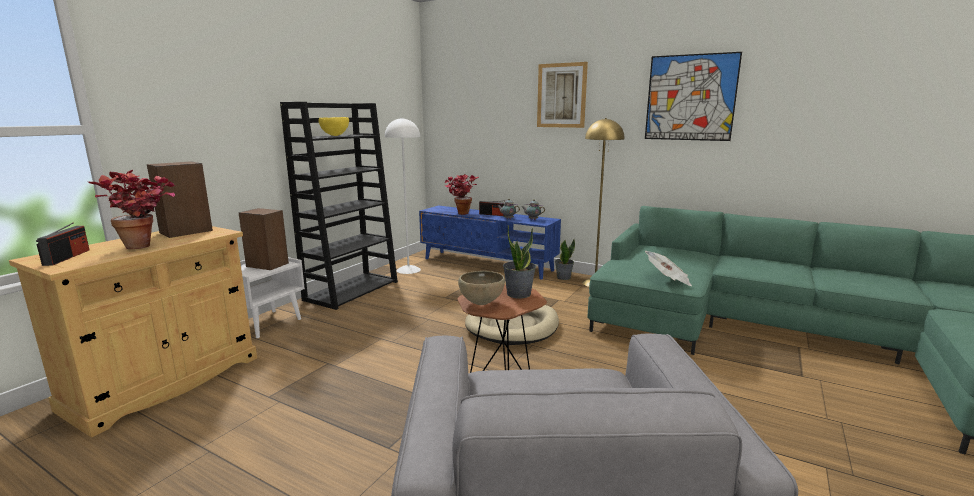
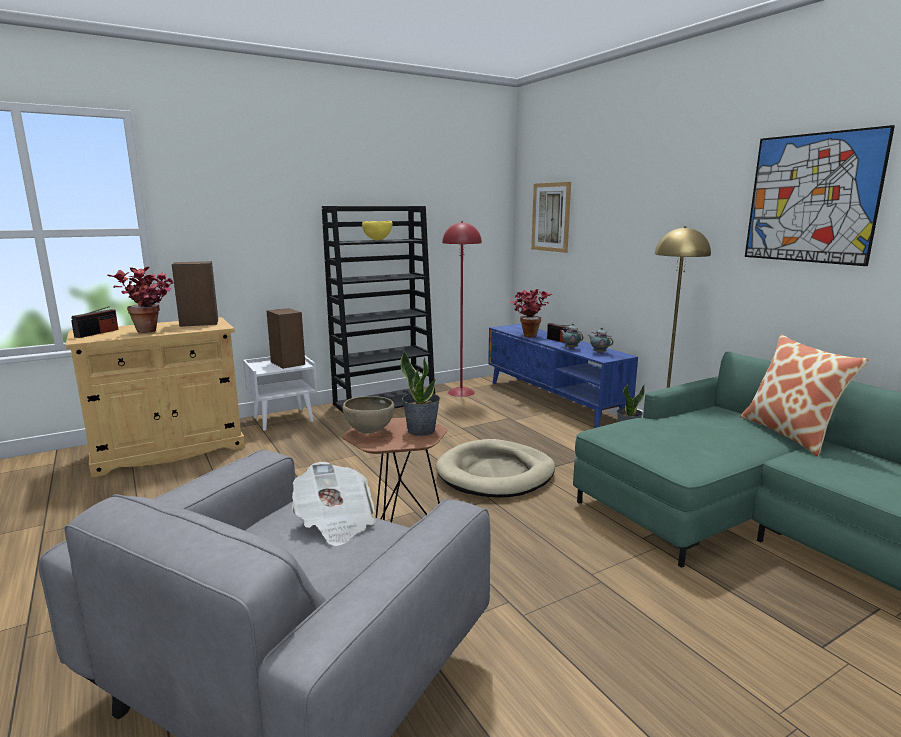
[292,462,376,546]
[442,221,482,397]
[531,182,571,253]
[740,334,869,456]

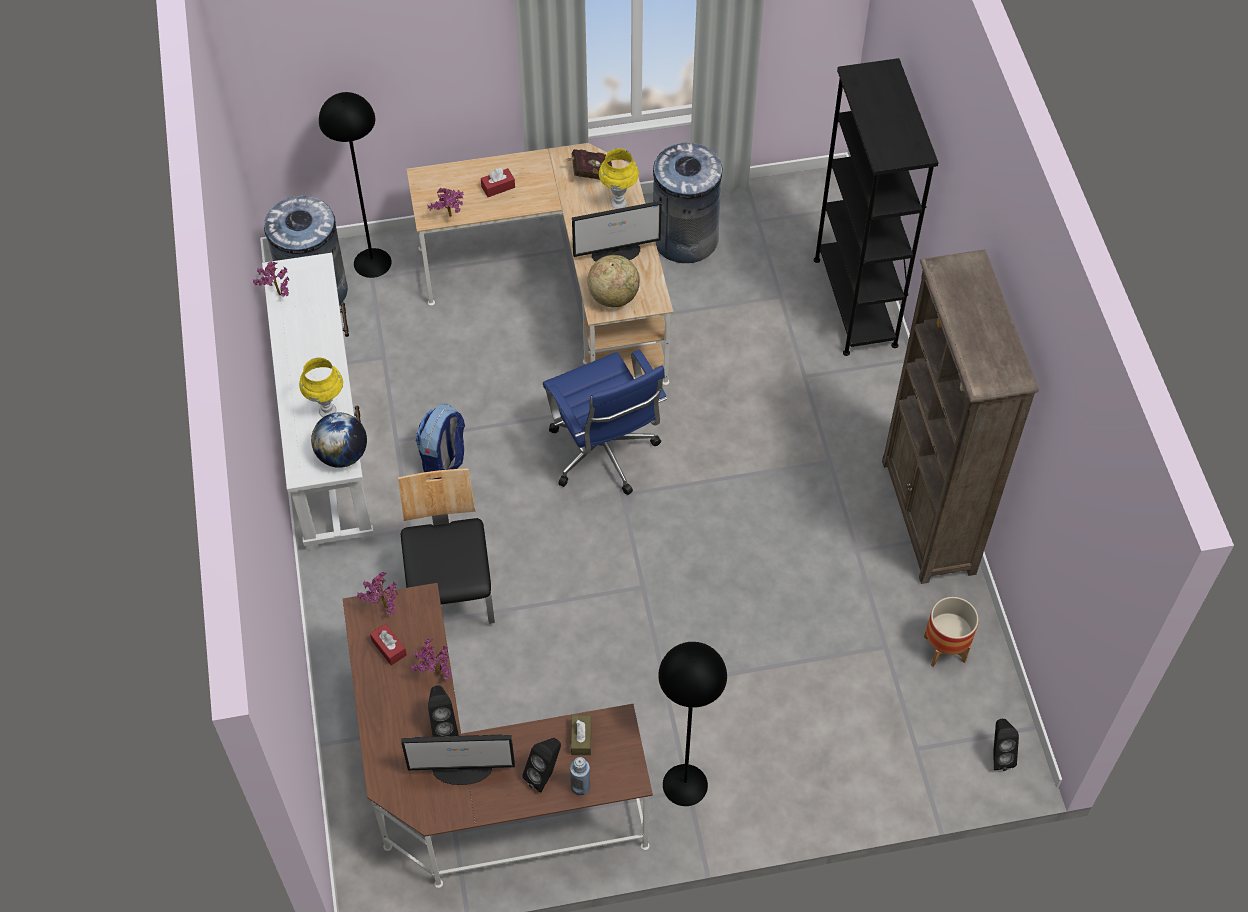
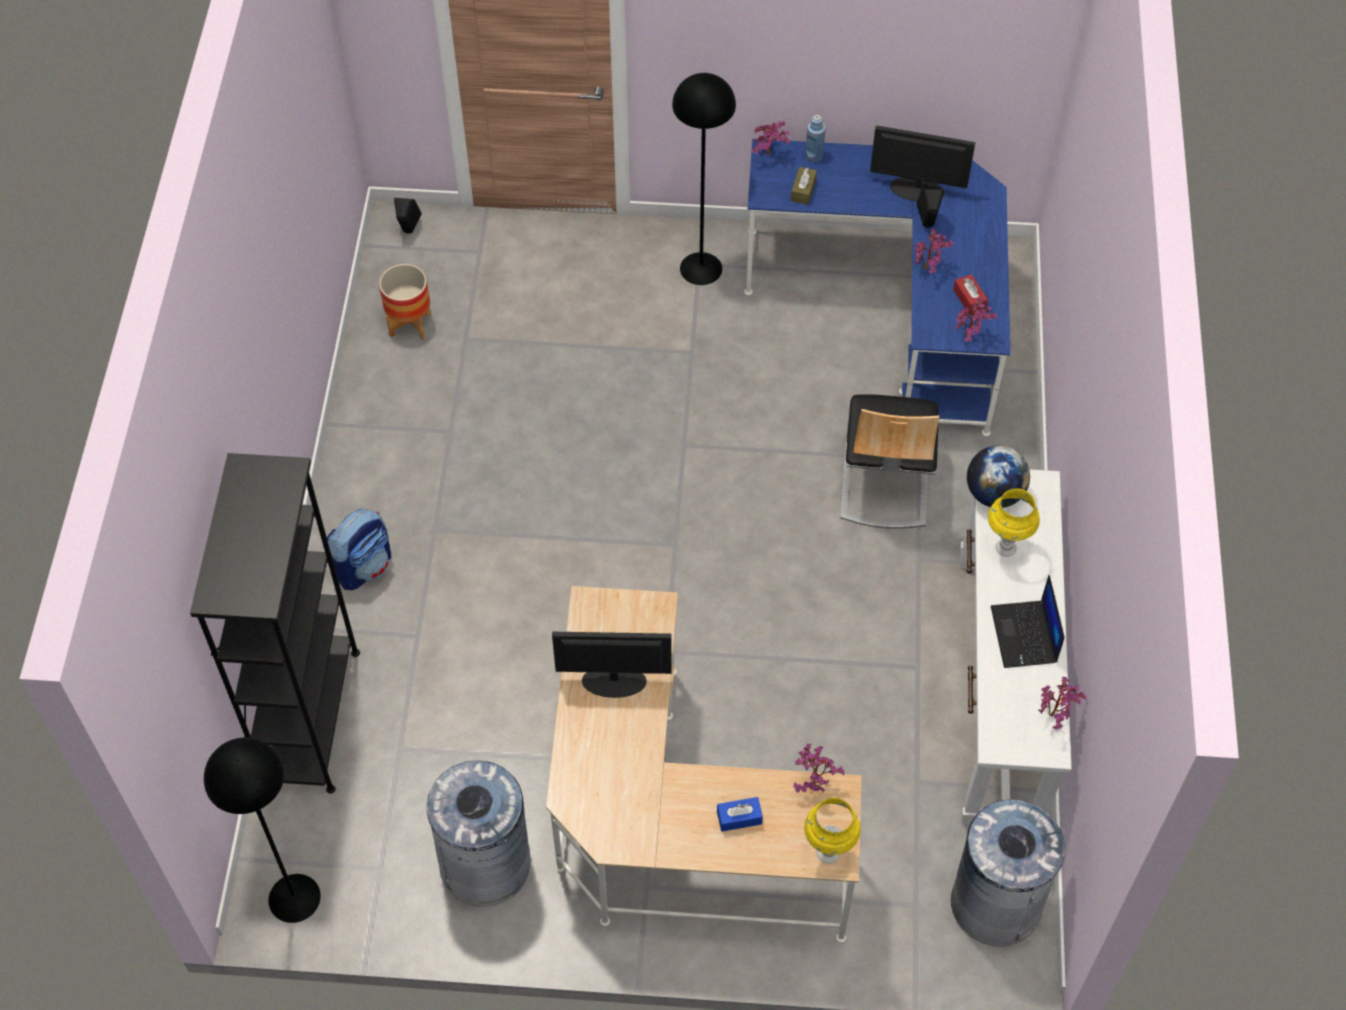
[204,737,321,923]
[327,509,391,590]
[717,797,763,831]
[744,139,1010,436]
[751,121,790,156]
[804,798,861,864]
[991,575,1064,668]
[522,738,561,793] (first image)
[543,350,667,495] (first image)
[566,149,612,180] (first image)
[587,255,640,307] (first image)
[882,249,1039,584] (first image)

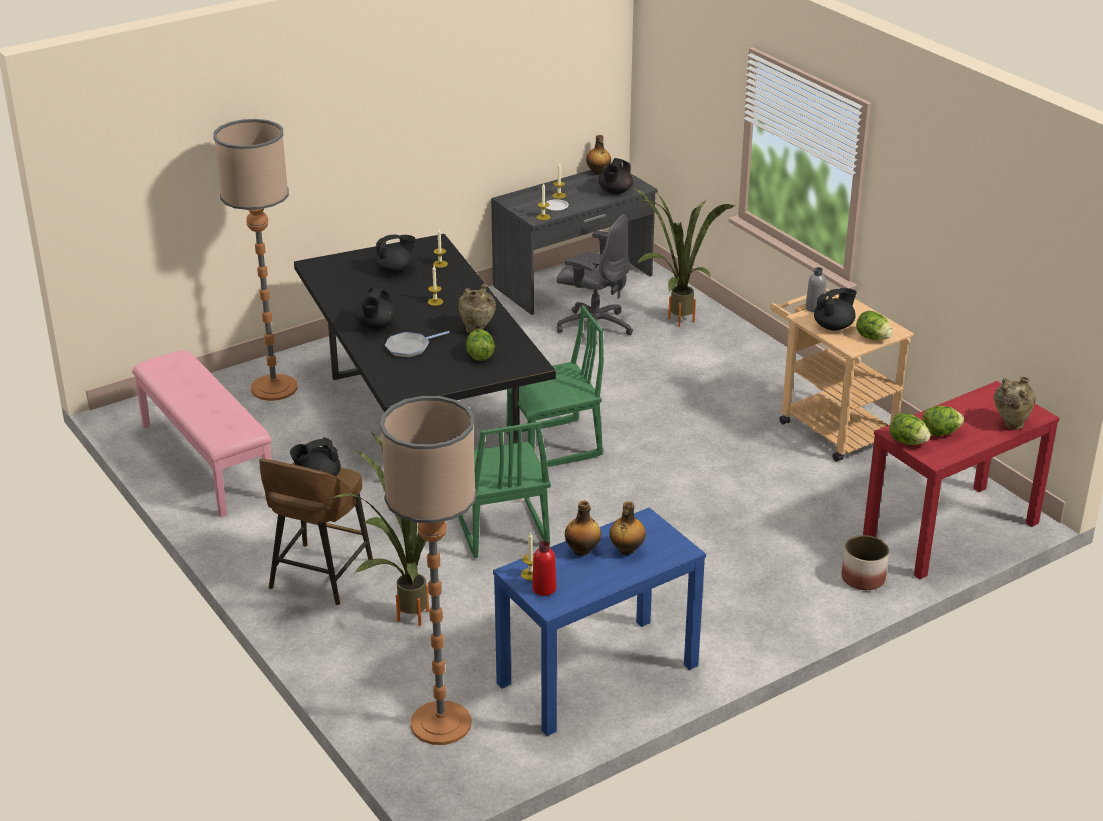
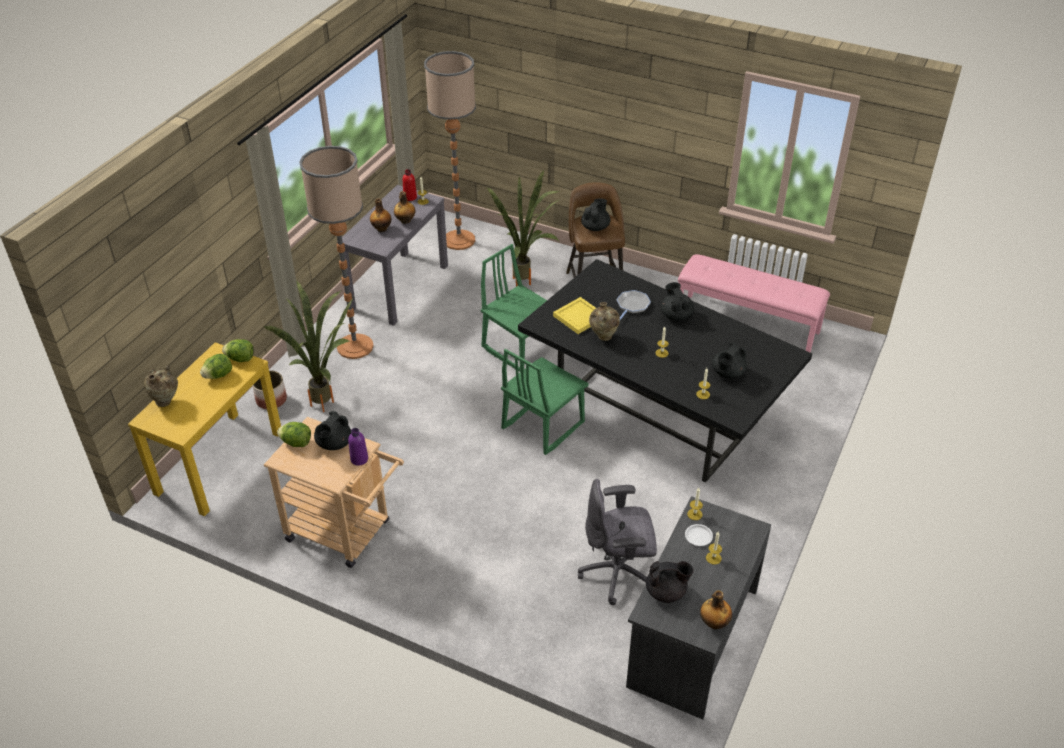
[128,342,281,516]
[264,280,354,412]
[299,146,374,359]
[337,185,448,326]
[348,428,368,466]
[553,297,596,334]
[646,561,694,603]

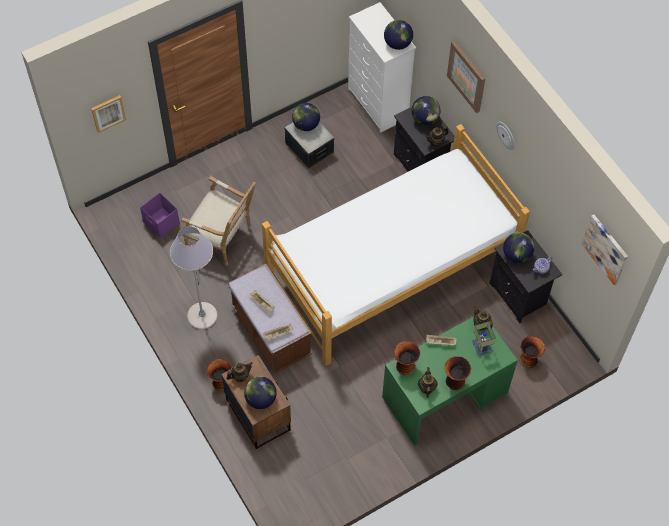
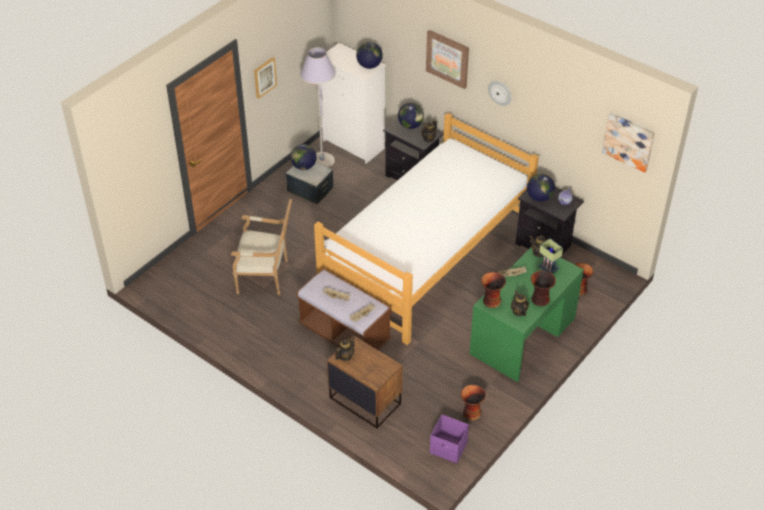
[254,57,277,99]
[300,47,336,168]
[430,415,469,464]
[461,385,486,421]
[244,377,277,409] (first image)

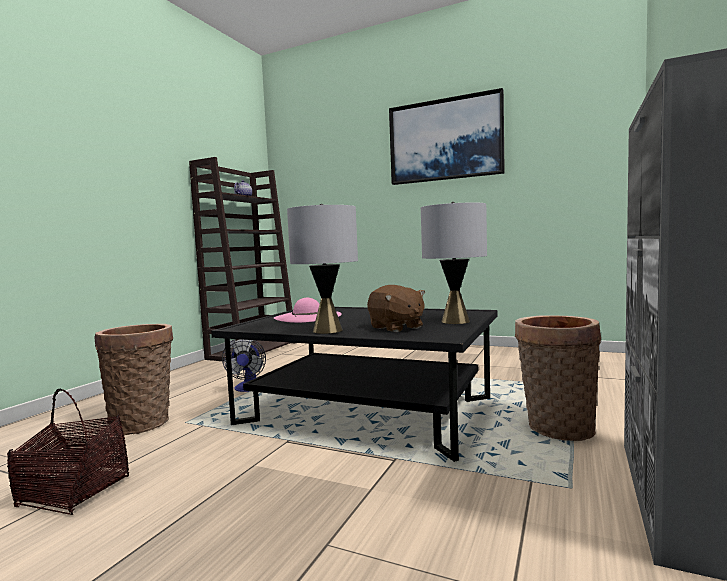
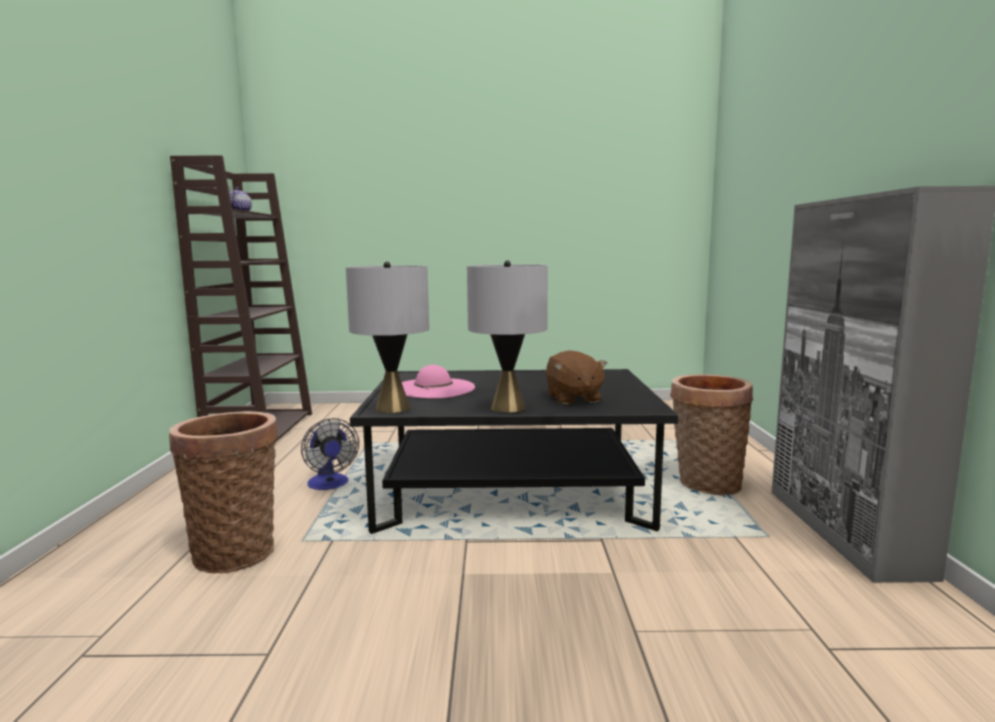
[346,261,429,413]
[546,350,607,405]
[7,389,129,515] (first image)
[389,88,505,185] (first image)

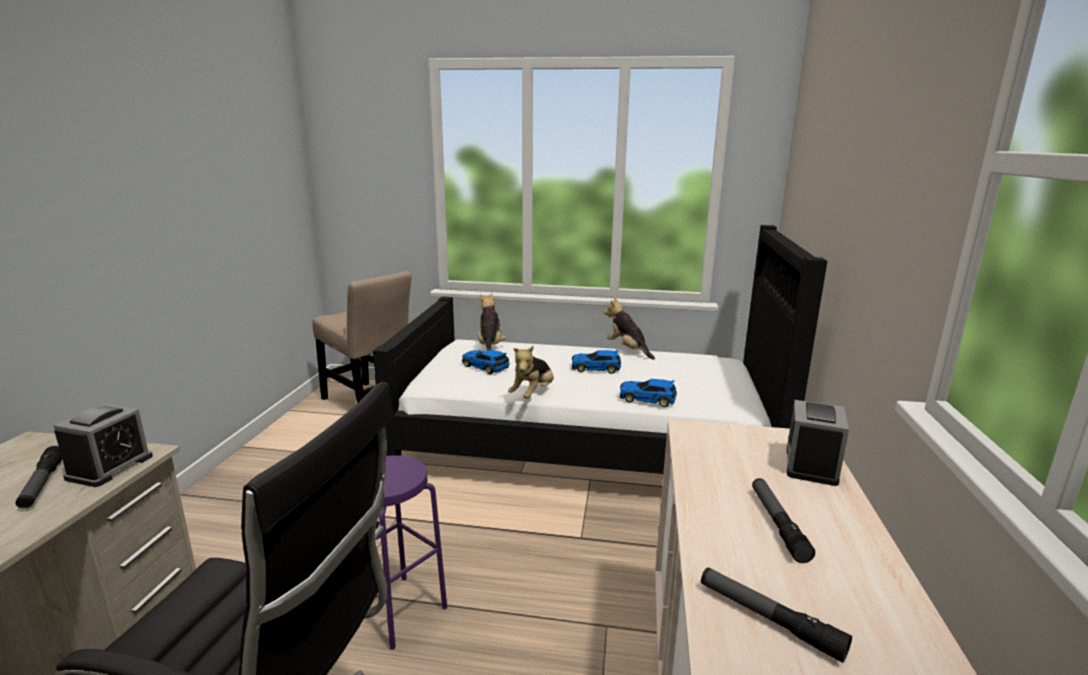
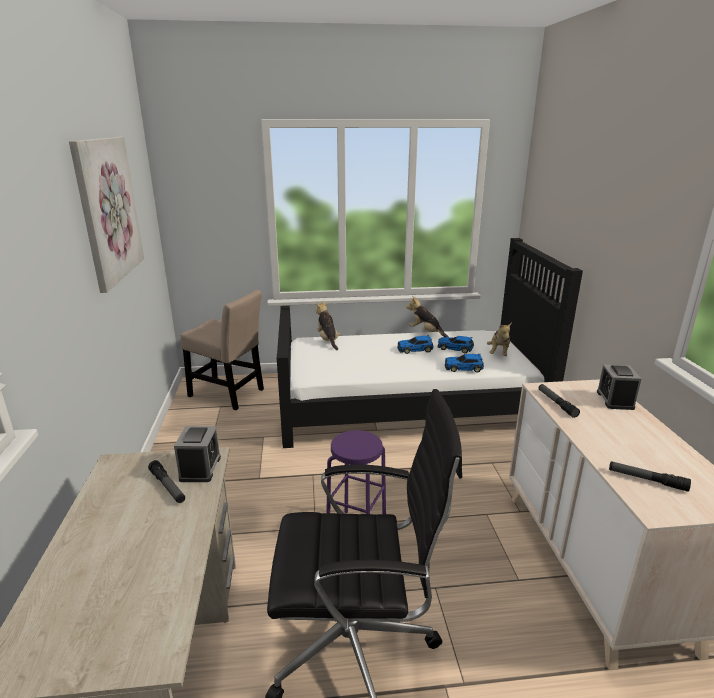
[69,137,144,293]
[438,336,474,353]
[487,322,512,356]
[538,384,580,418]

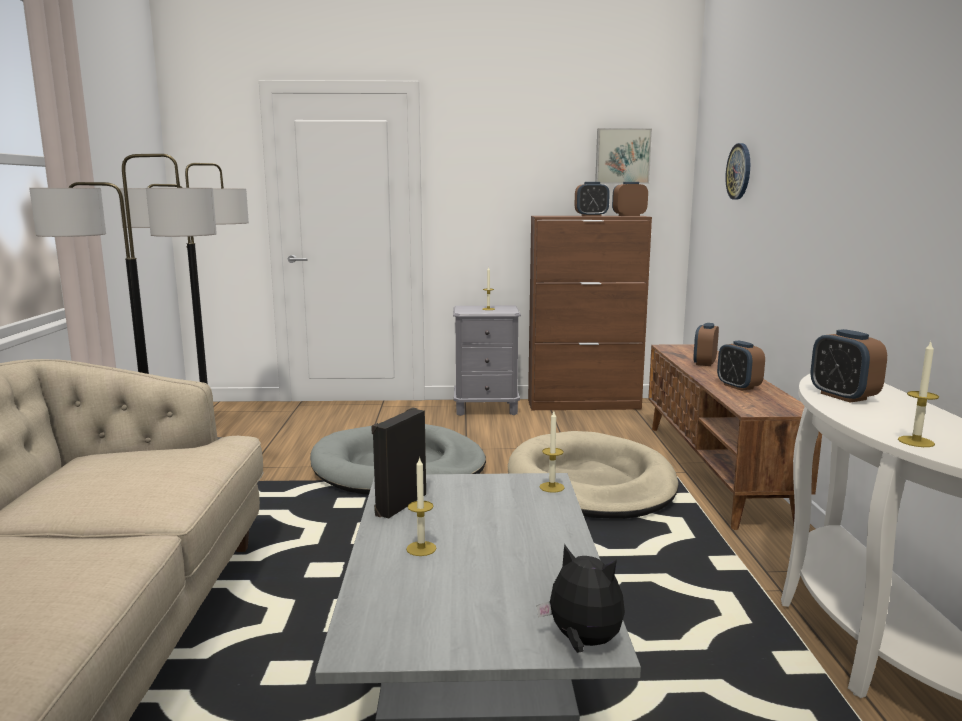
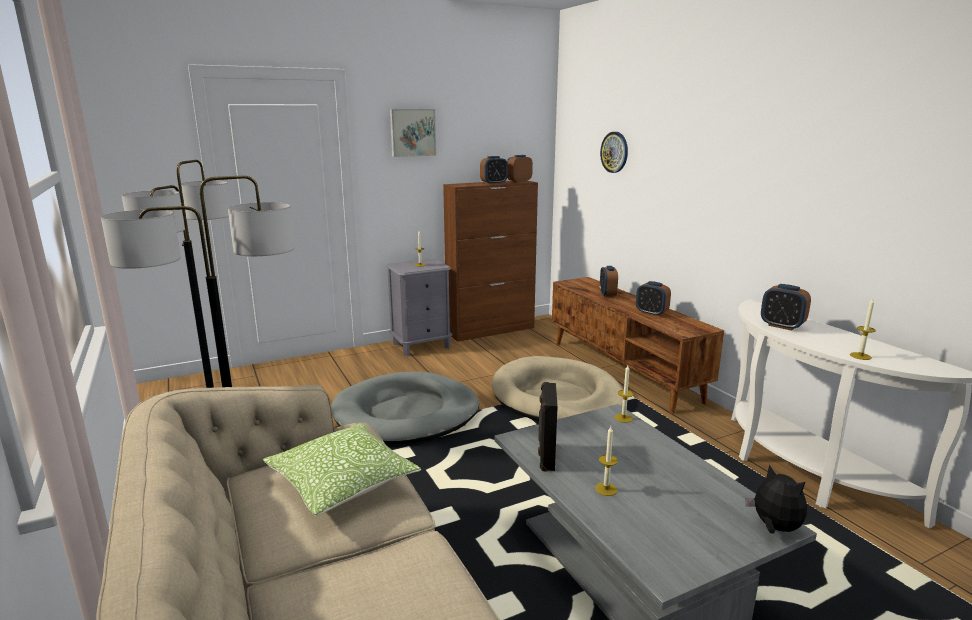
[263,423,421,516]
[390,109,436,157]
[745,464,807,533]

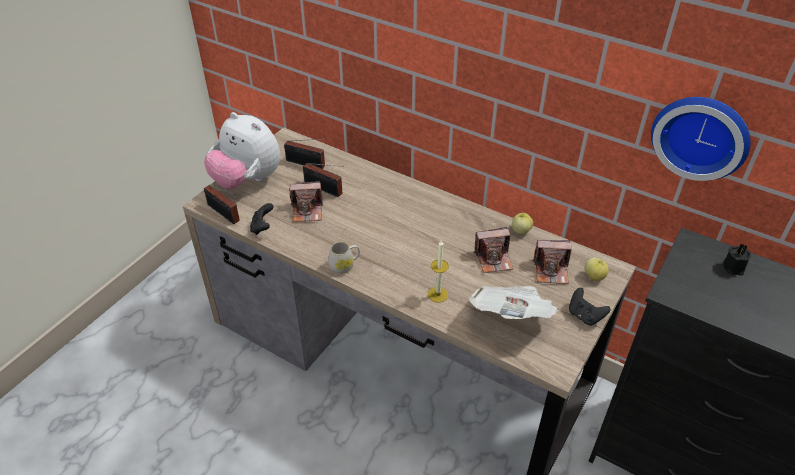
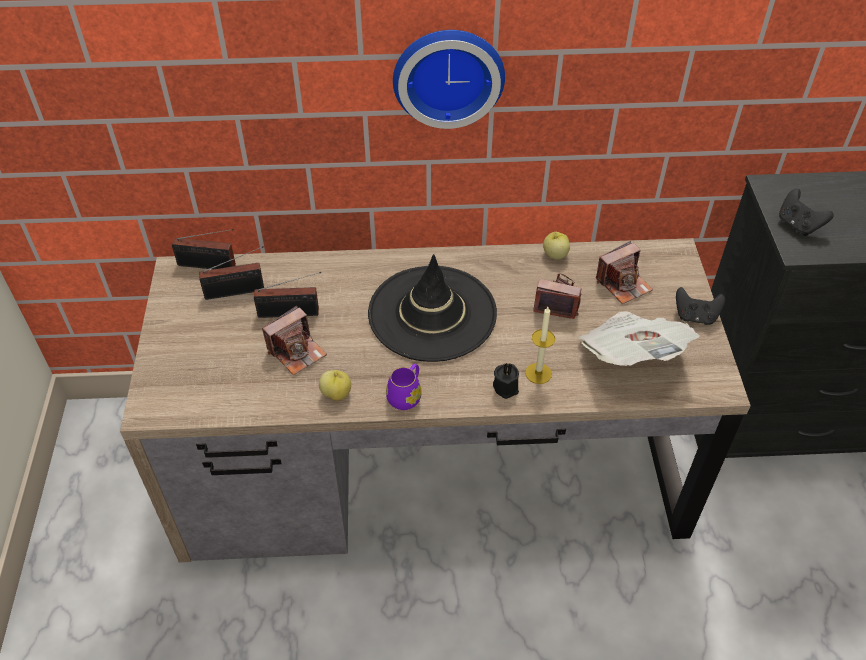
[172,229,236,269]
[319,370,351,401]
[368,254,497,362]
[386,364,422,410]
[393,30,505,129]
[493,363,519,399]
[533,273,582,319]
[779,189,834,236]
[204,112,281,190] (first image)

